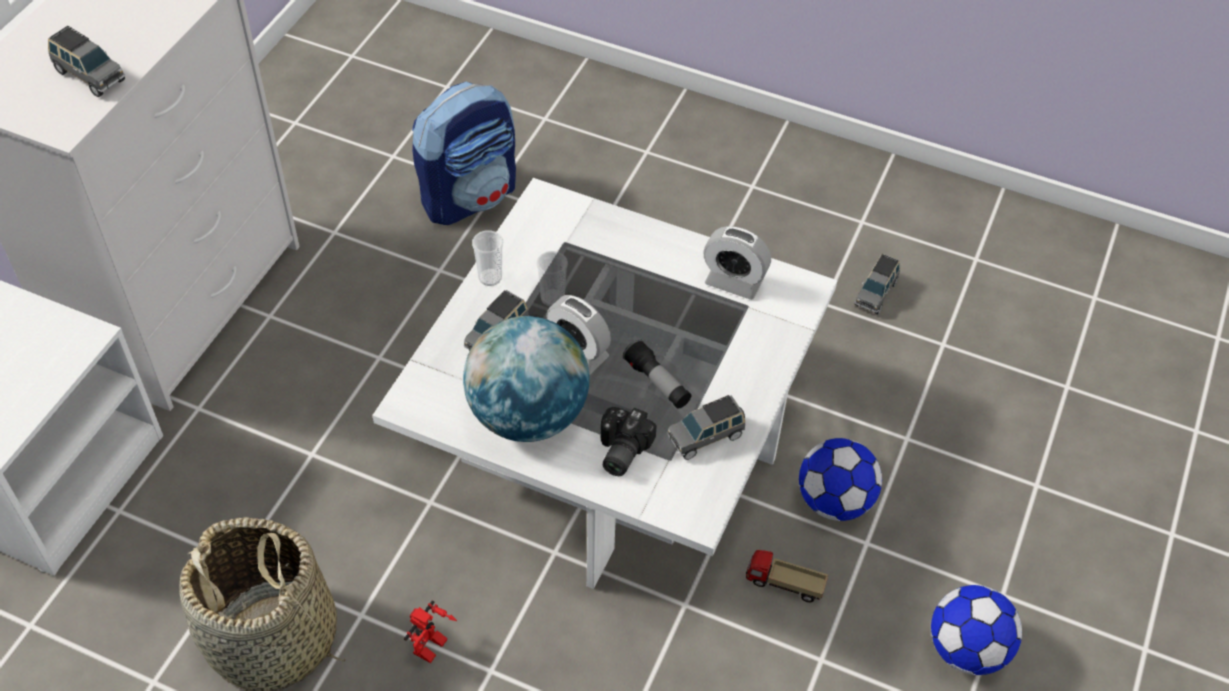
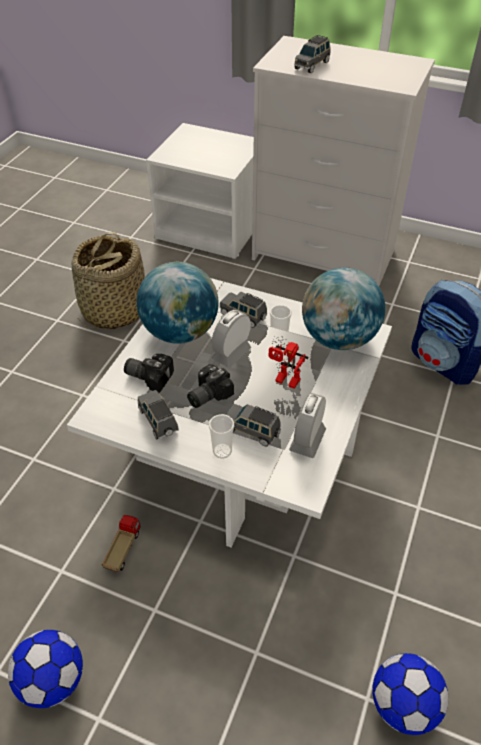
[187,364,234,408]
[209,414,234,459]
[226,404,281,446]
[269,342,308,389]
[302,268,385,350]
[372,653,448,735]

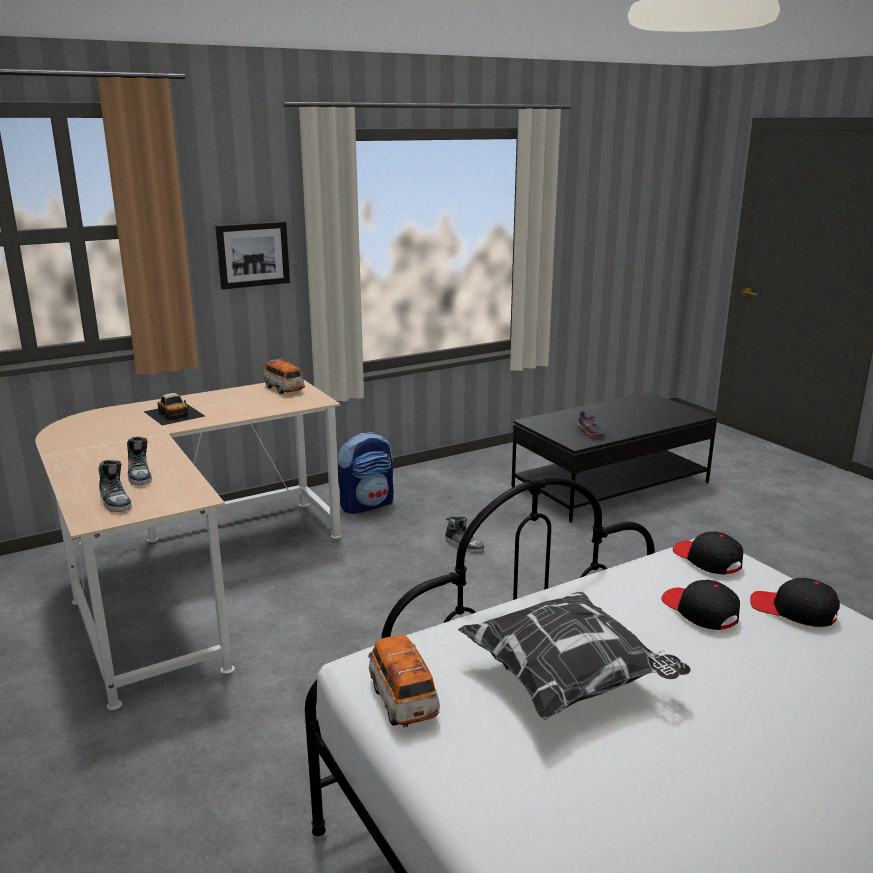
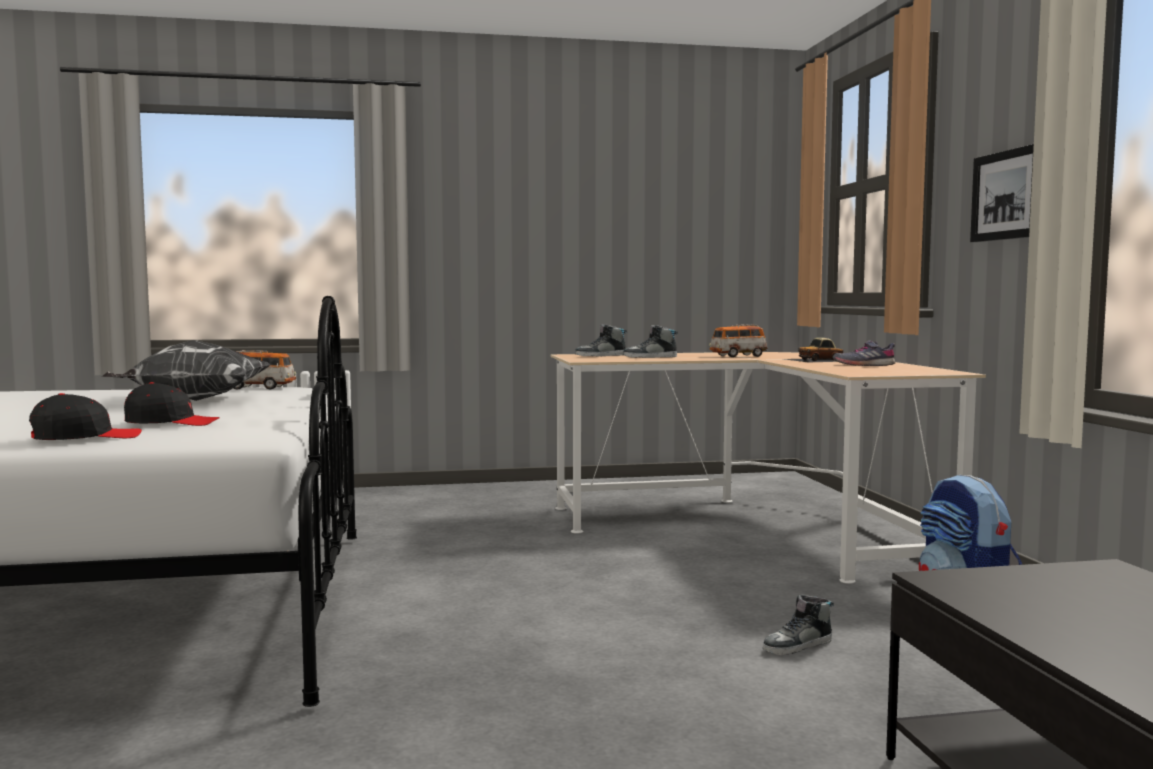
[709,324,767,357]
[833,340,896,366]
[673,531,743,574] (first image)

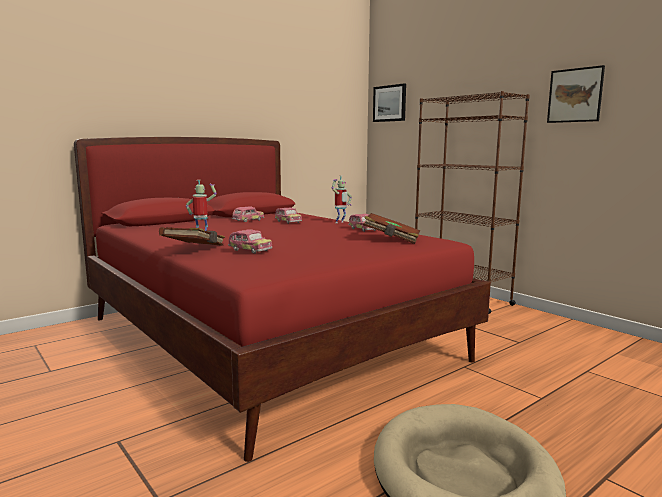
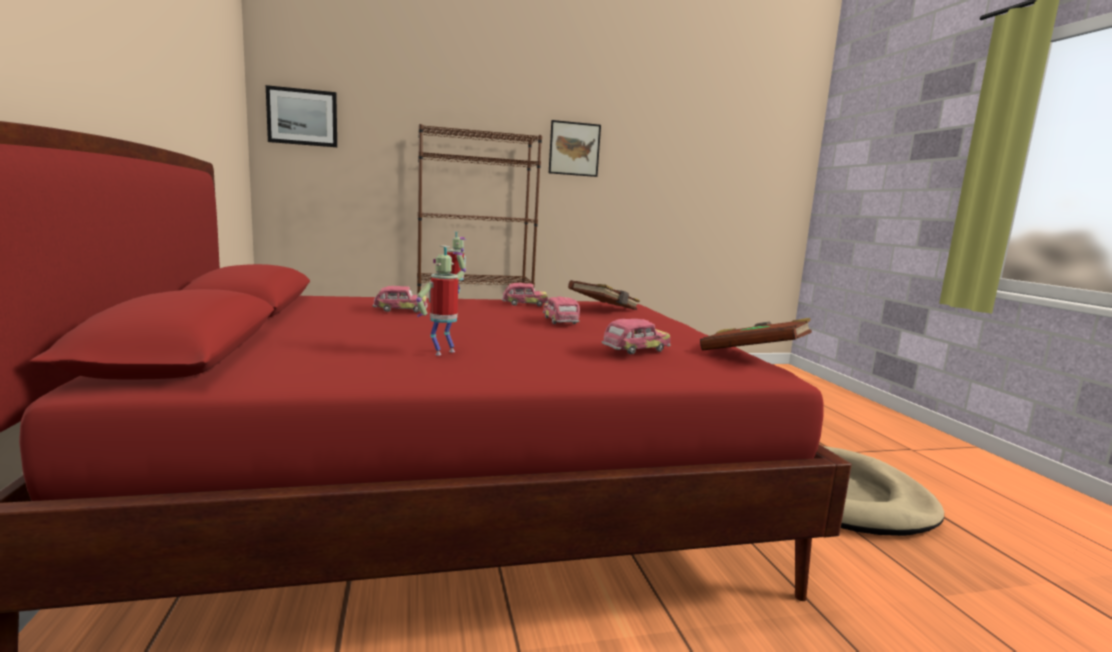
[543,296,580,324]
[700,318,812,350]

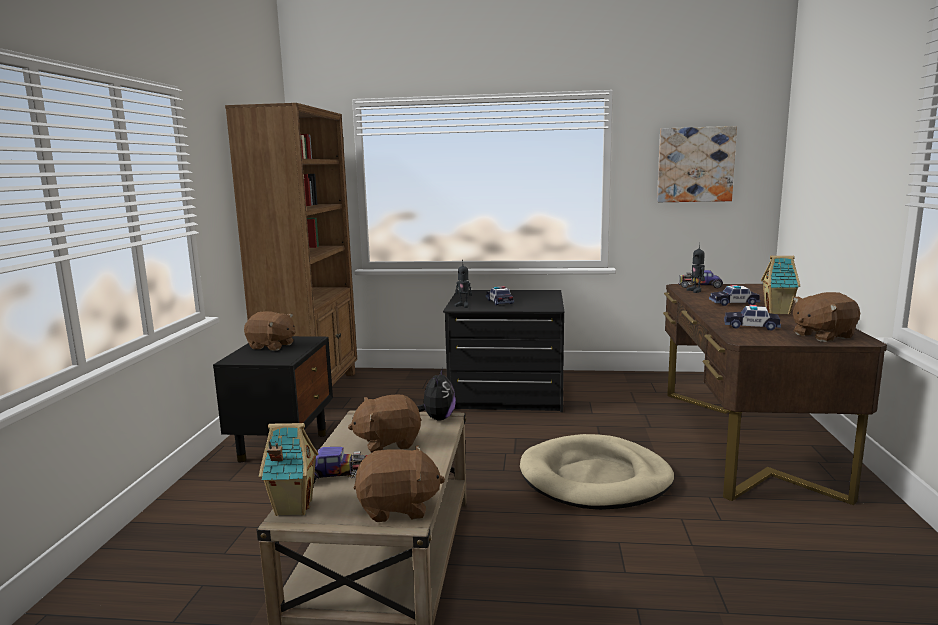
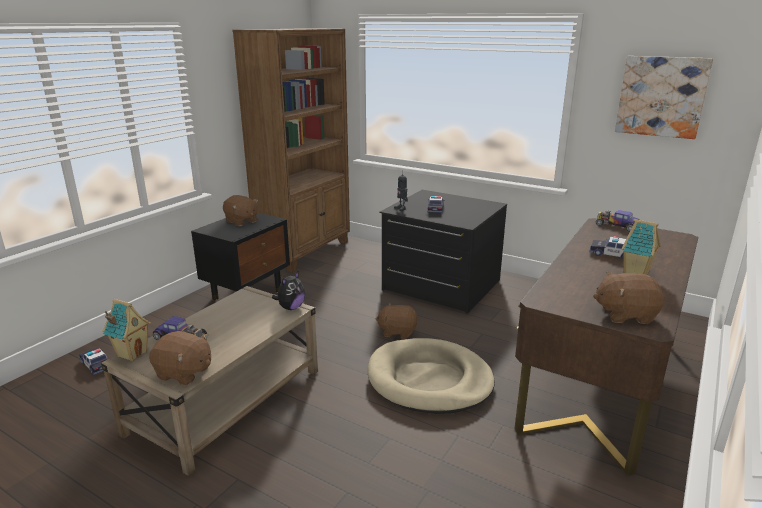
[79,348,108,375]
[376,303,418,339]
[686,243,705,293] (first image)

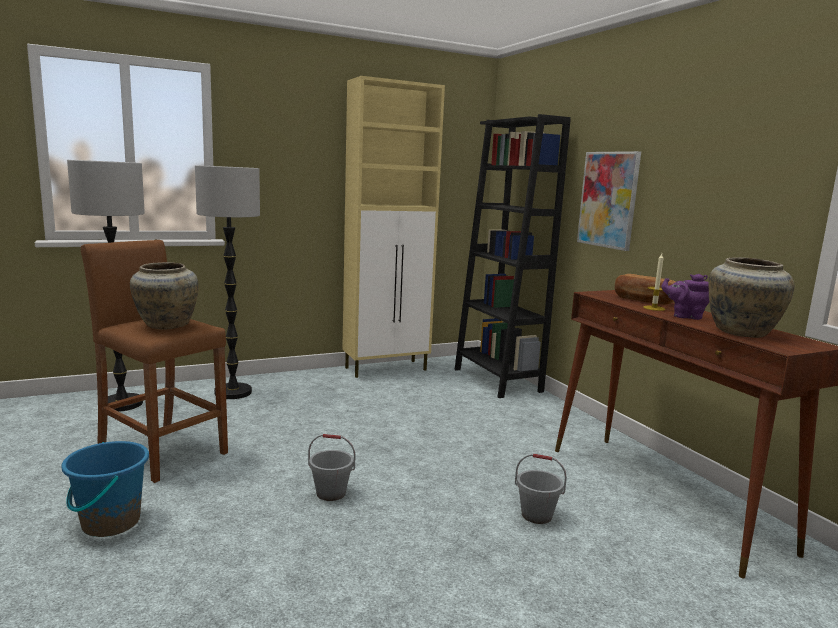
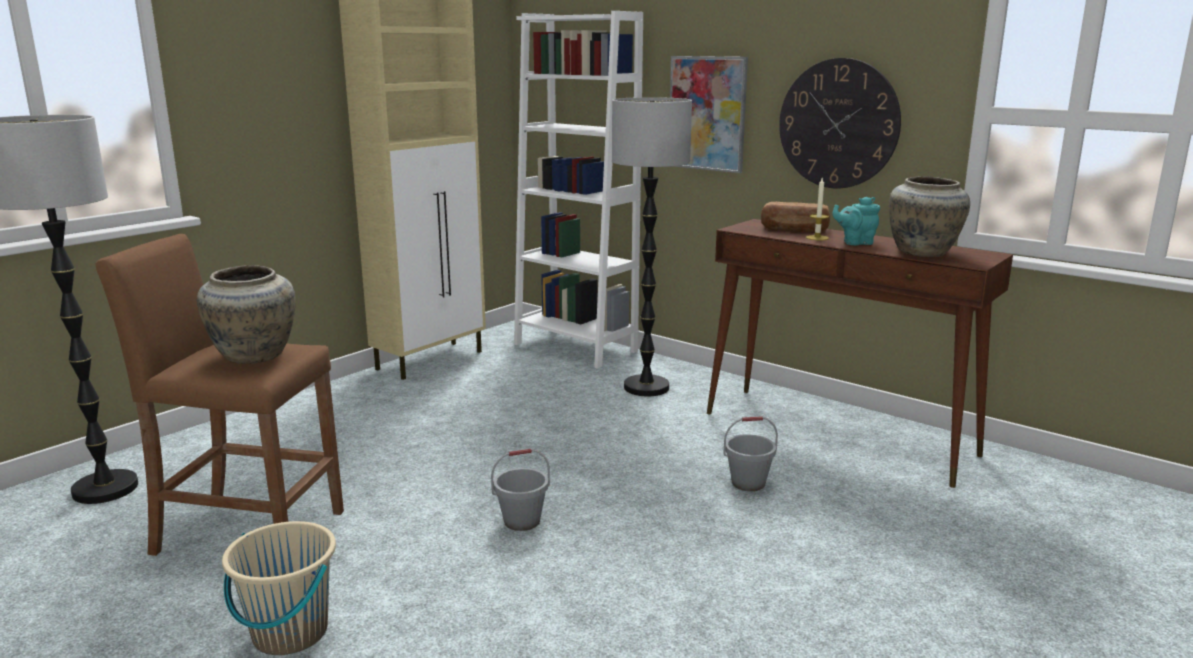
[222,521,336,655]
[514,11,643,369]
[612,97,692,396]
[779,58,901,188]
[832,197,880,245]

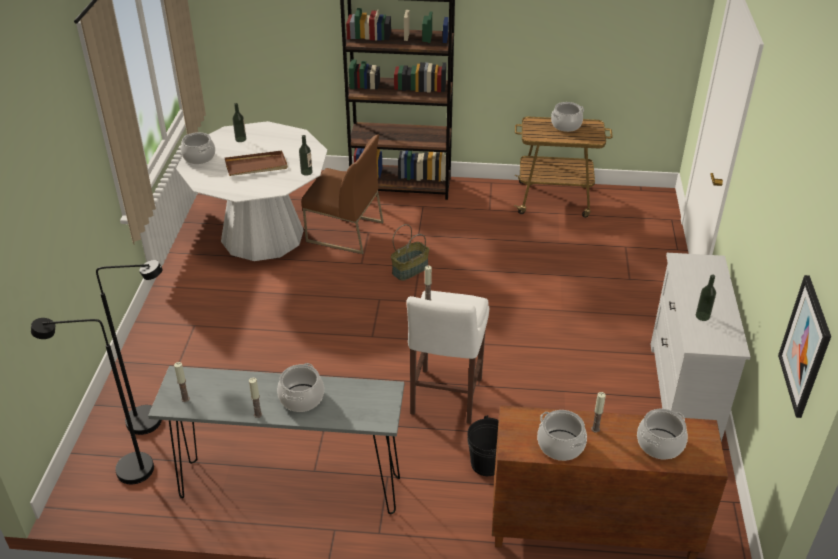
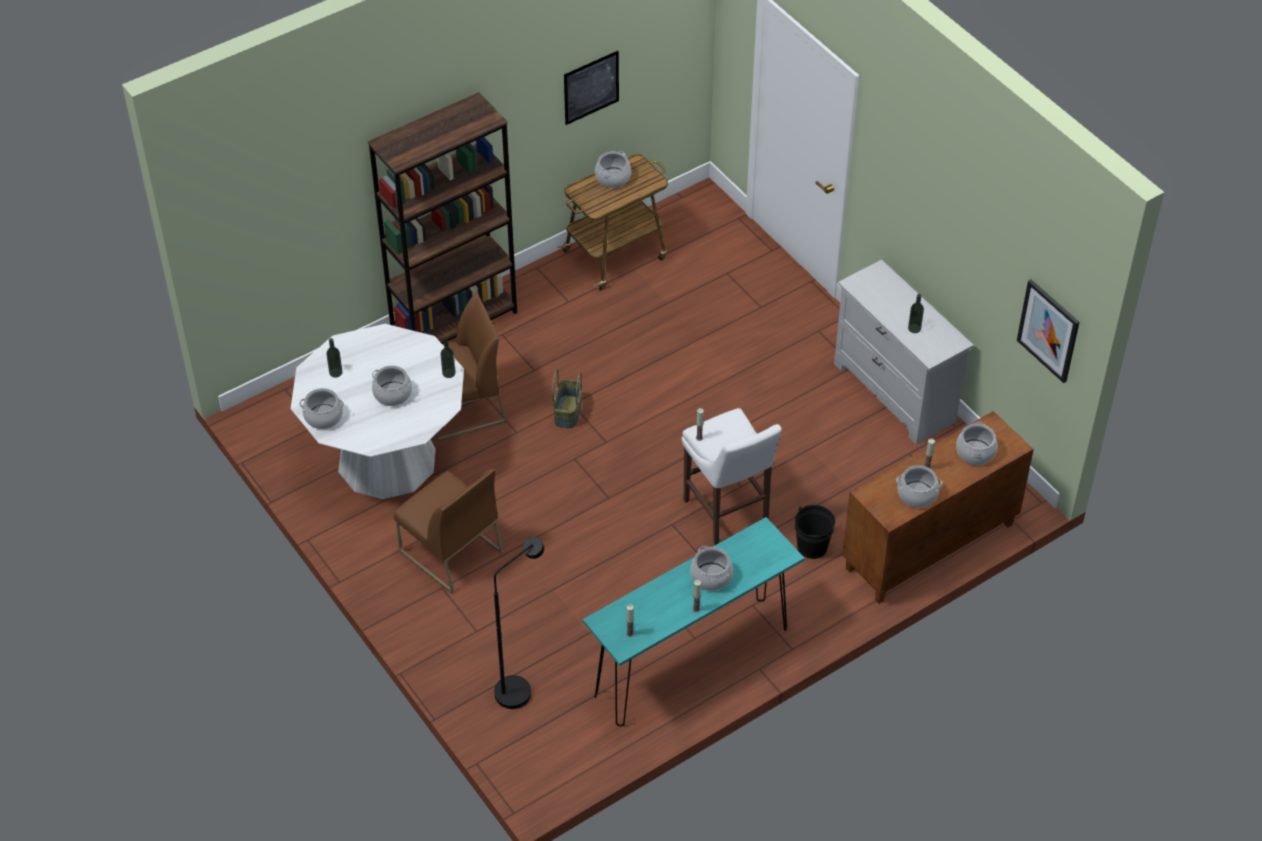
[372,366,412,406]
[394,469,503,594]
[564,51,619,125]
[583,517,805,726]
[31,318,154,484] (first image)

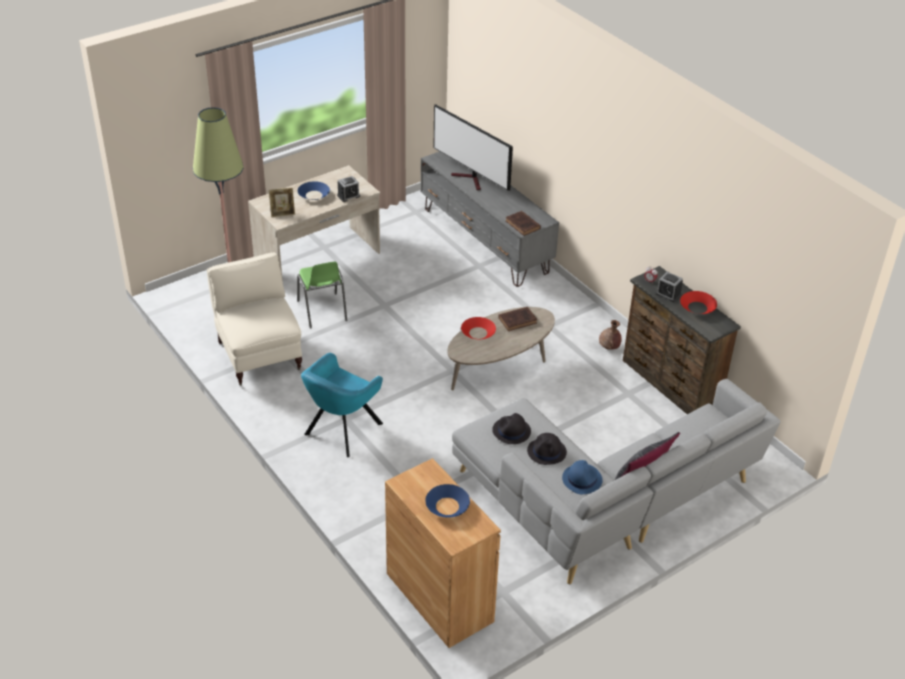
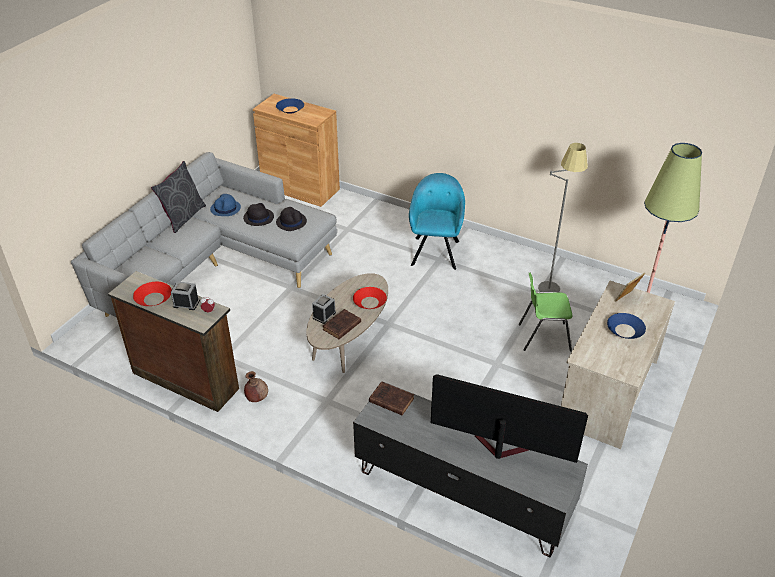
[312,294,336,324]
[519,273,573,352]
[538,143,588,292]

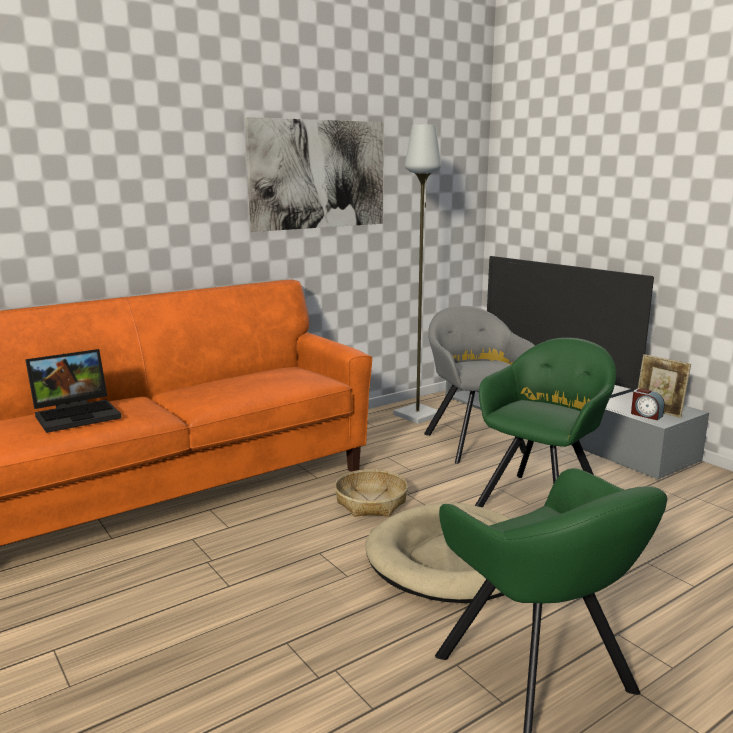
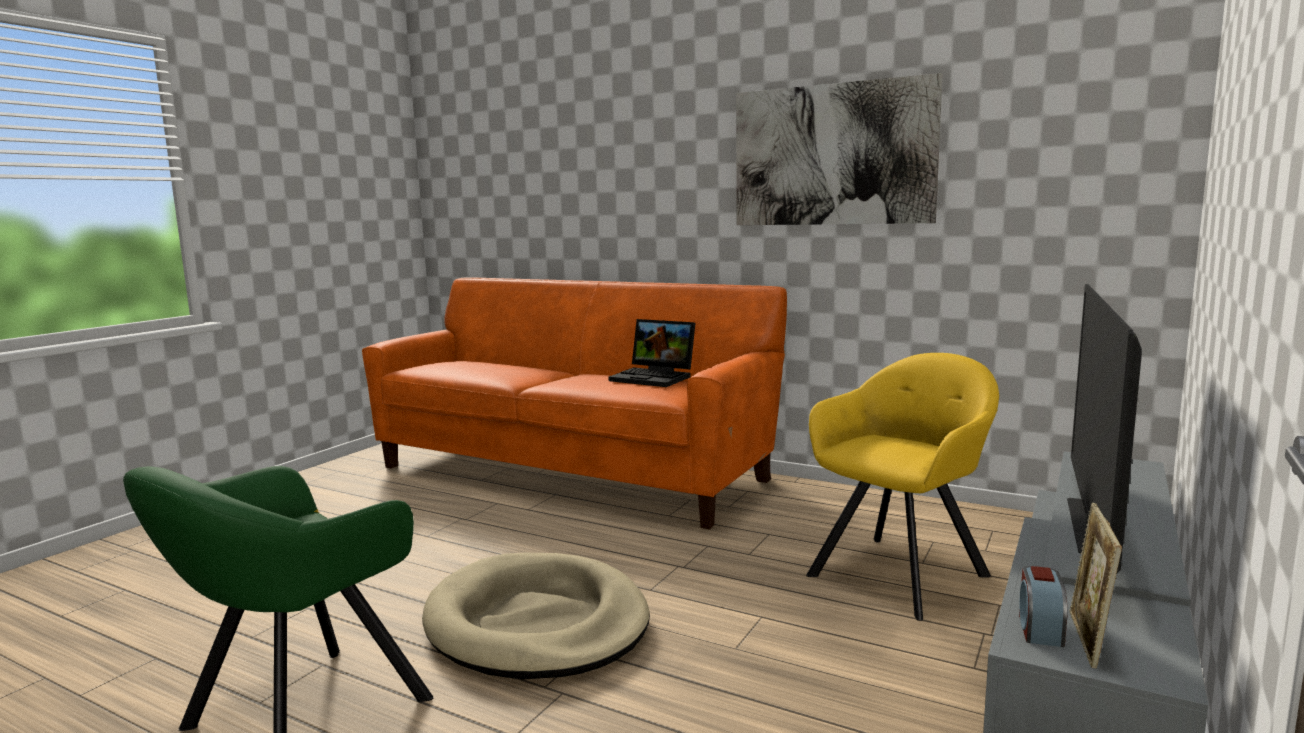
[609,319,695,387]
[806,353,999,621]
[335,469,408,517] (first image)
[393,125,441,424] (first image)
[475,338,616,507] (first image)

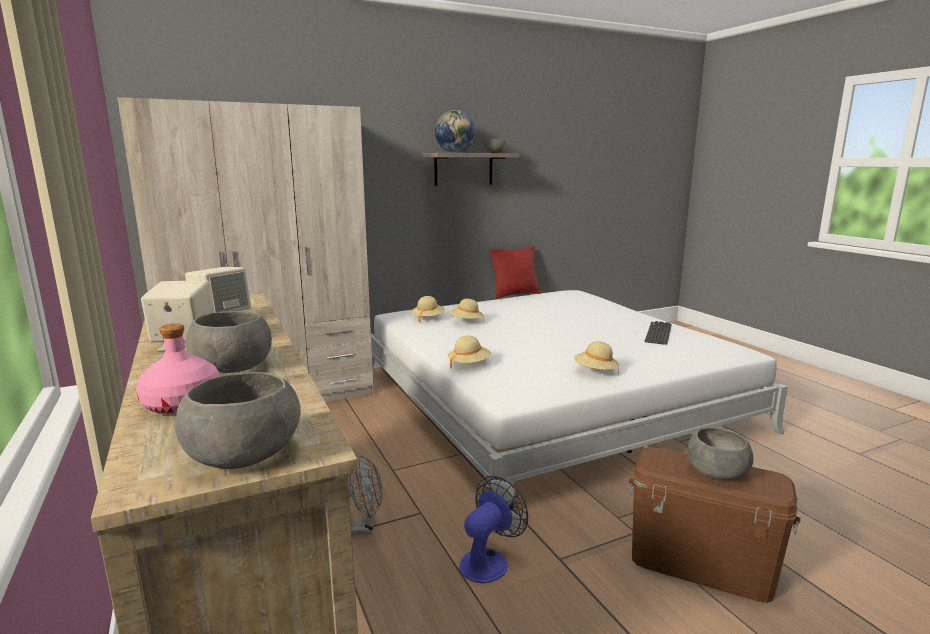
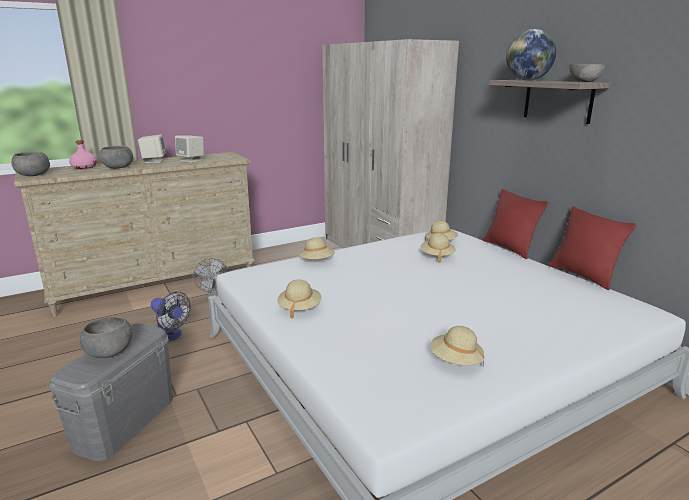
[49,323,173,461]
[430,326,484,366]
[483,189,549,259]

